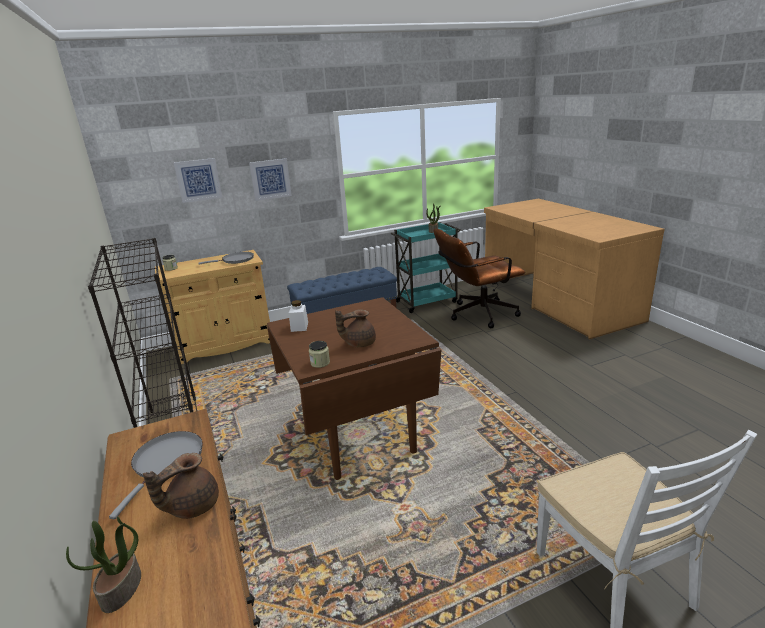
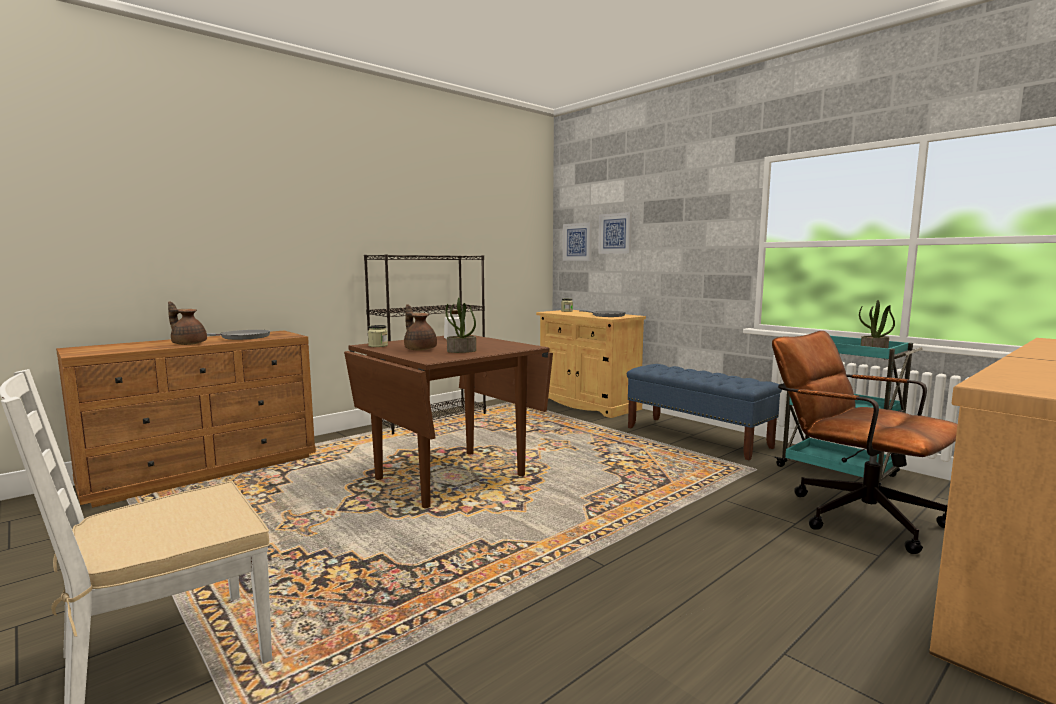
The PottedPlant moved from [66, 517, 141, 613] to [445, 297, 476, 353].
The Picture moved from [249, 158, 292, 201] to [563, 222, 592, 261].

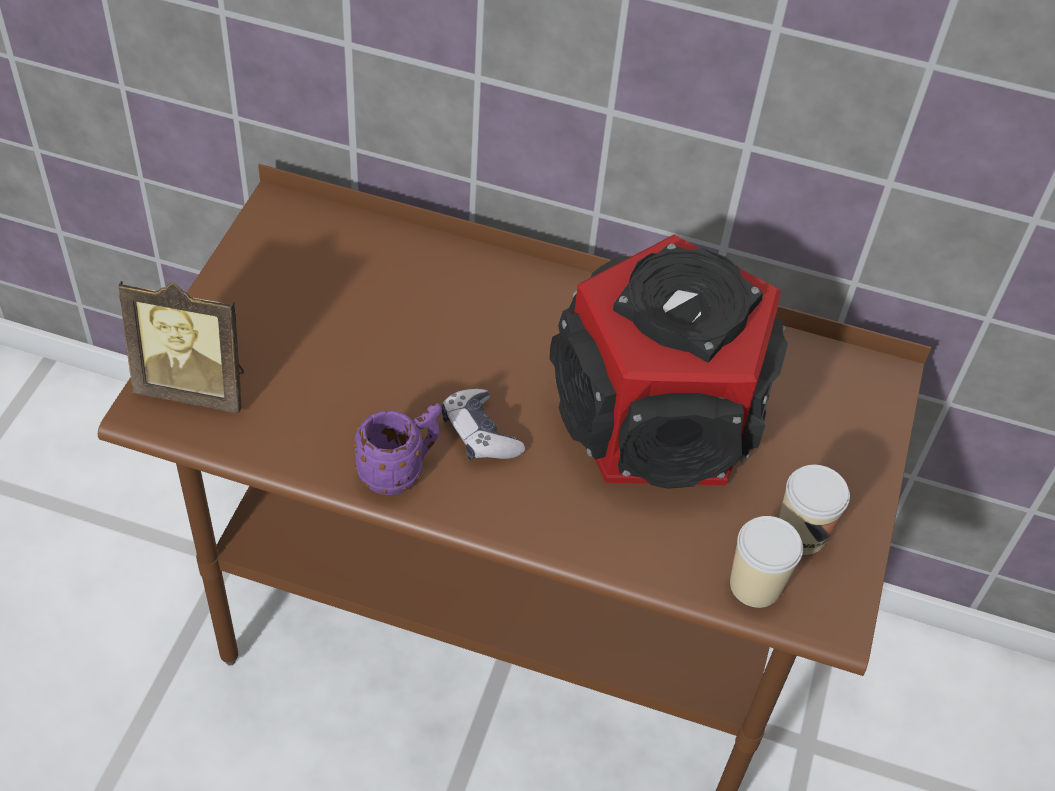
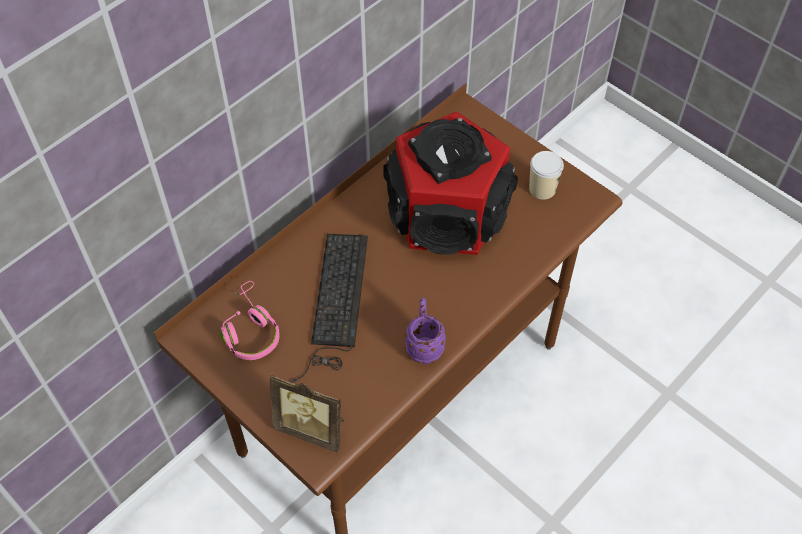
The PhotoFrame at [118, 280, 244, 413] turned 75 degrees clockwise.
The Joypad at [441, 389, 525, 460] disappeared.
The Cup at [730, 516, 803, 608] disappeared.
The PinkPairOfHeadphones at [220, 281, 280, 360] appeared.
The ComputerKeyboard at [291, 234, 368, 383] appeared.

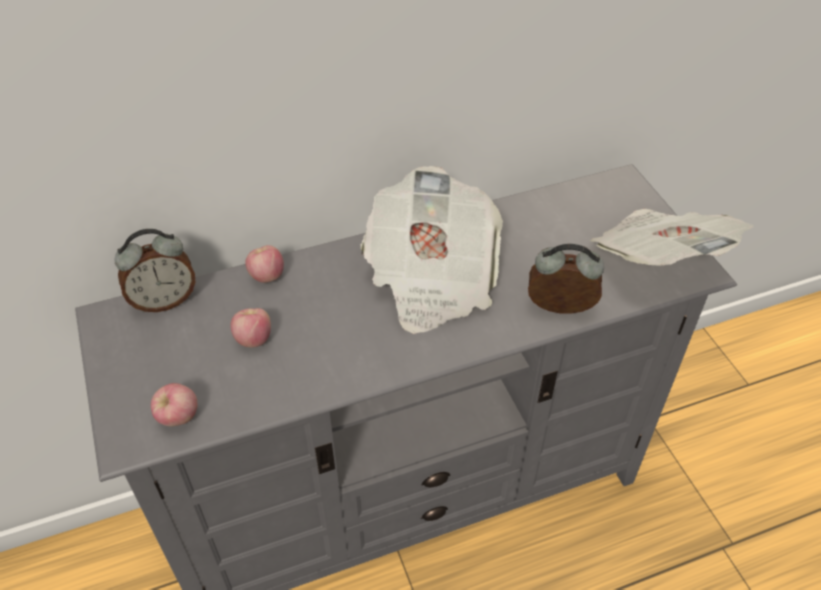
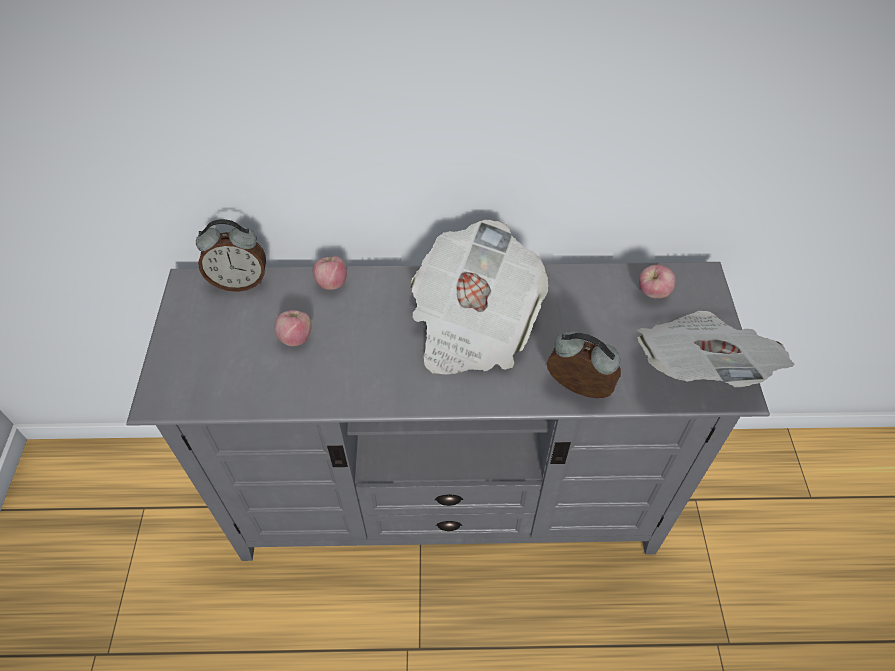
The WholeApple moved from [151, 383, 198, 426] to [639, 265, 675, 298].

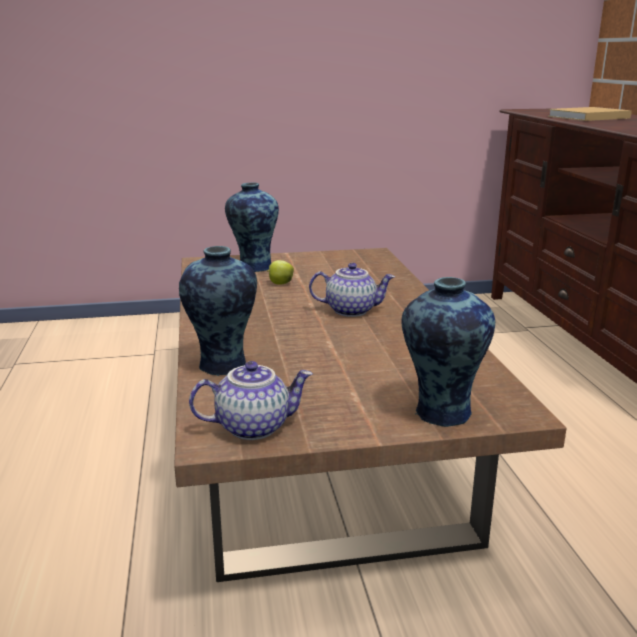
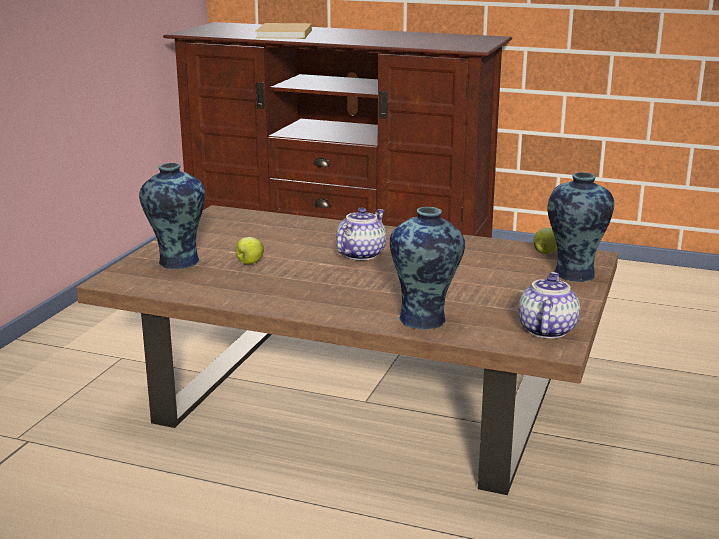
The WholeApple at [533, 228, 557, 254] appeared.

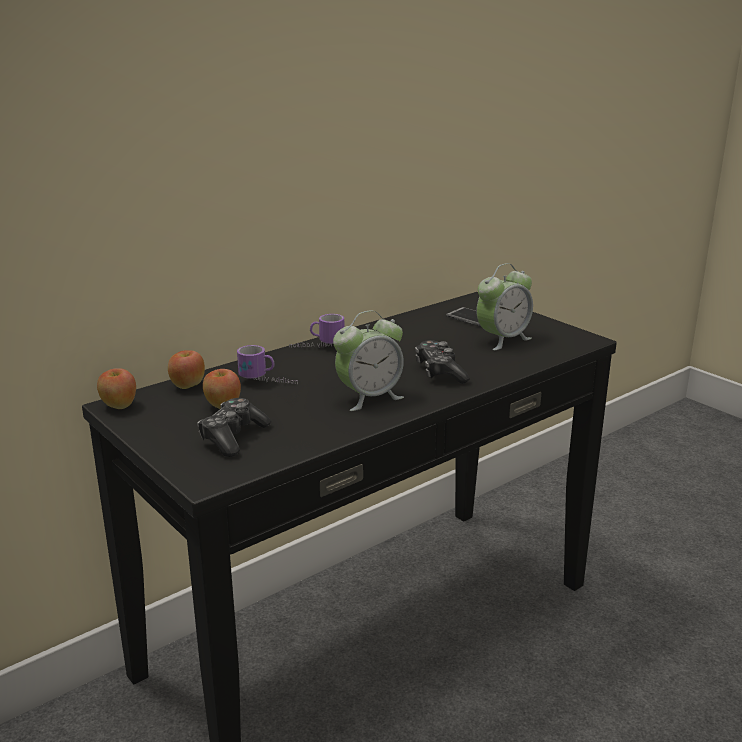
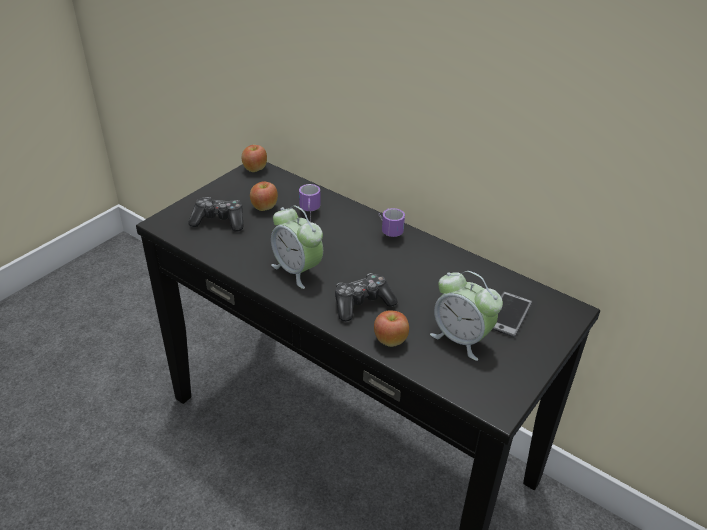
The WholeApple moved from [168, 350, 205, 389] to [374, 310, 409, 347].

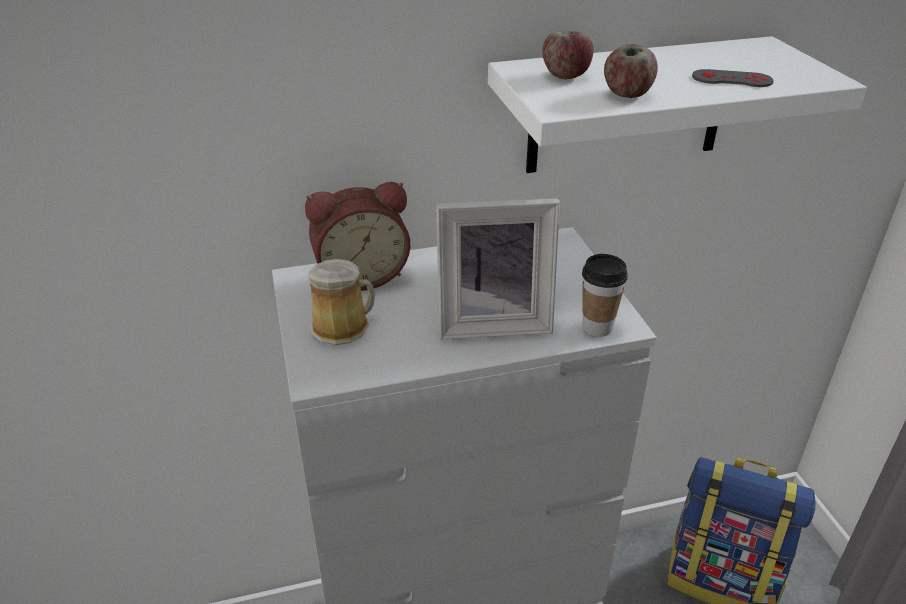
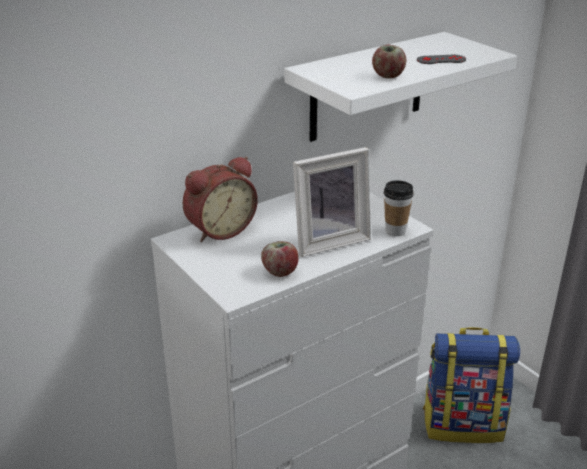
The CoffeeMug at [308, 259, 375, 345] disappeared.
The WholeApple moved from [543, 31, 593, 79] to [261, 241, 298, 277].

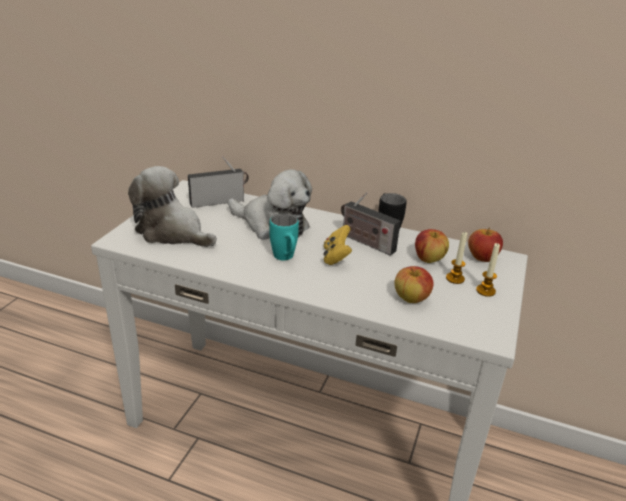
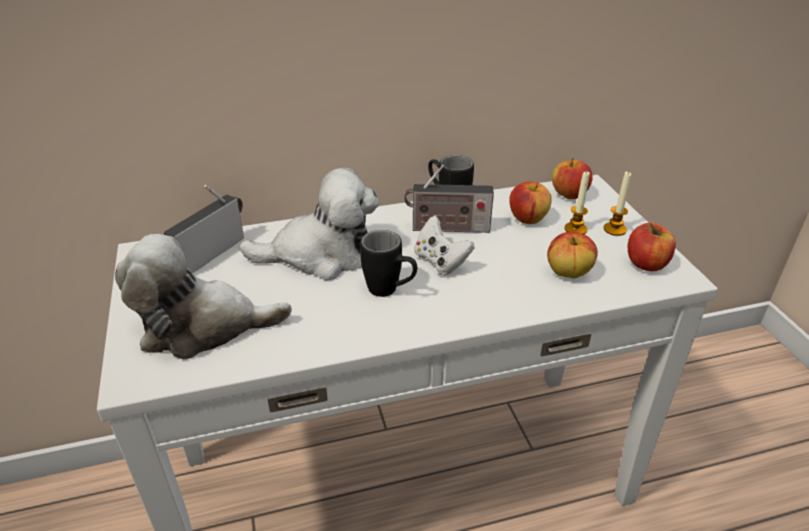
The TurquoiseCoffeeMug at [269, 213, 299, 260] became the BlackColouredCoffeeMug at [360, 230, 417, 297].
The YellowJoypad at [323, 225, 352, 265] became the WhiteJoypad at [414, 216, 474, 275].
The WholeApple at [628, 223, 676, 271] appeared.

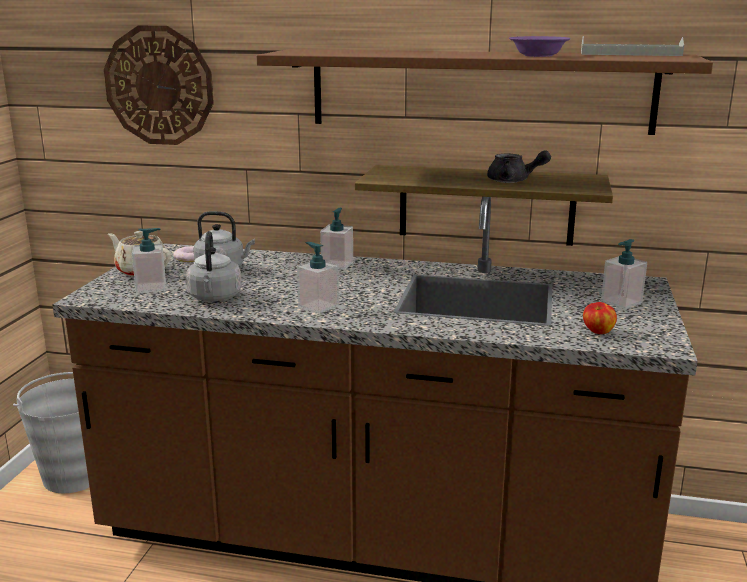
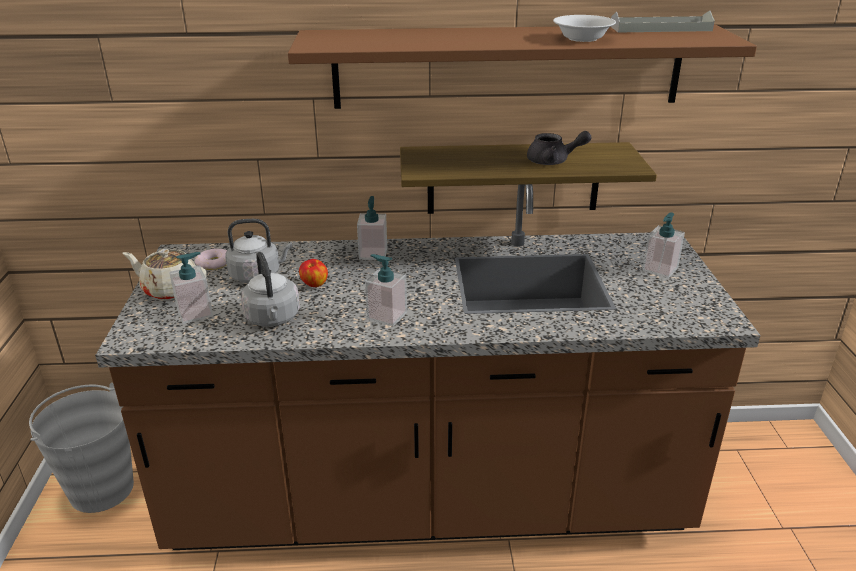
The WallClock at [104, 26, 214, 145] disappeared.
The PurplishDeepDish at [509, 36, 571, 57] became the WhiteDeepDish at [553, 15, 616, 42].
The WholeApple moved from [583, 302, 617, 334] to [299, 259, 328, 287].

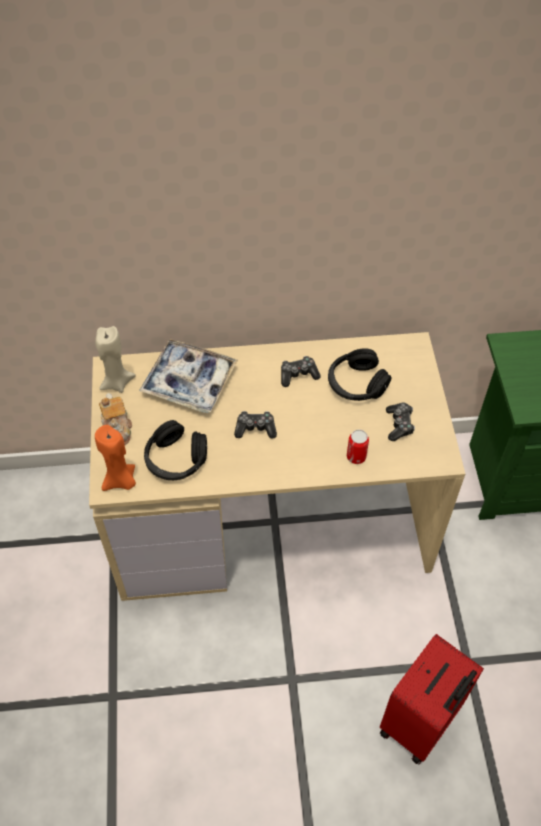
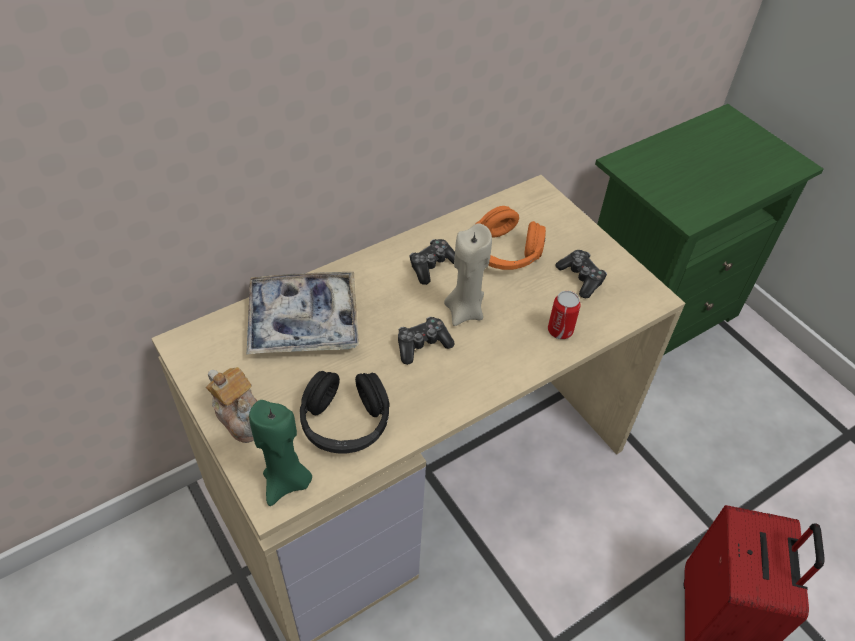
The SandColouredWaxCandle moved from [95, 326, 136, 393] to [444, 223, 492, 326].
The OrangeColouredWaxCandle at [95, 425, 136, 491] became the GreenishWaxCandle at [249, 400, 312, 506].
The BlackColouredPairOfHeadphones at [328, 348, 392, 401] became the OrangeColouredPairOfHeadphones at [476, 206, 546, 270].

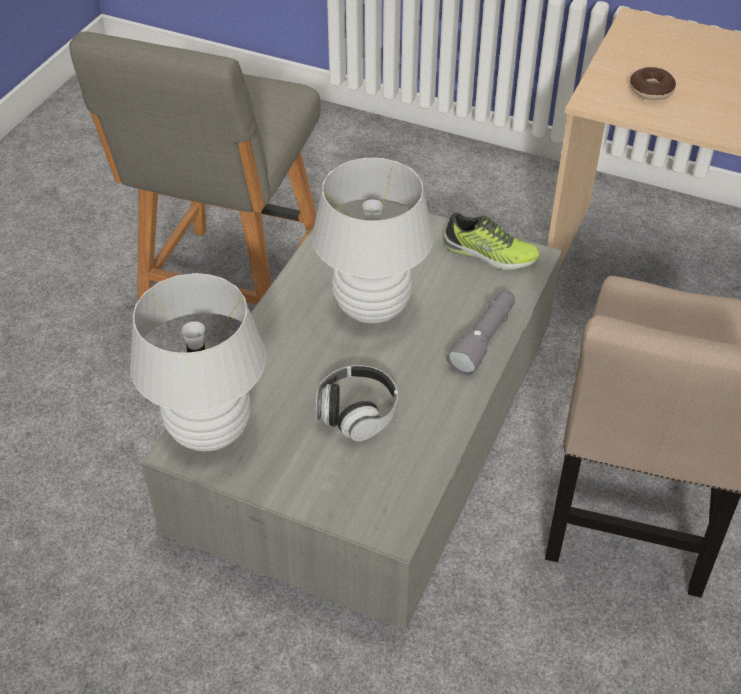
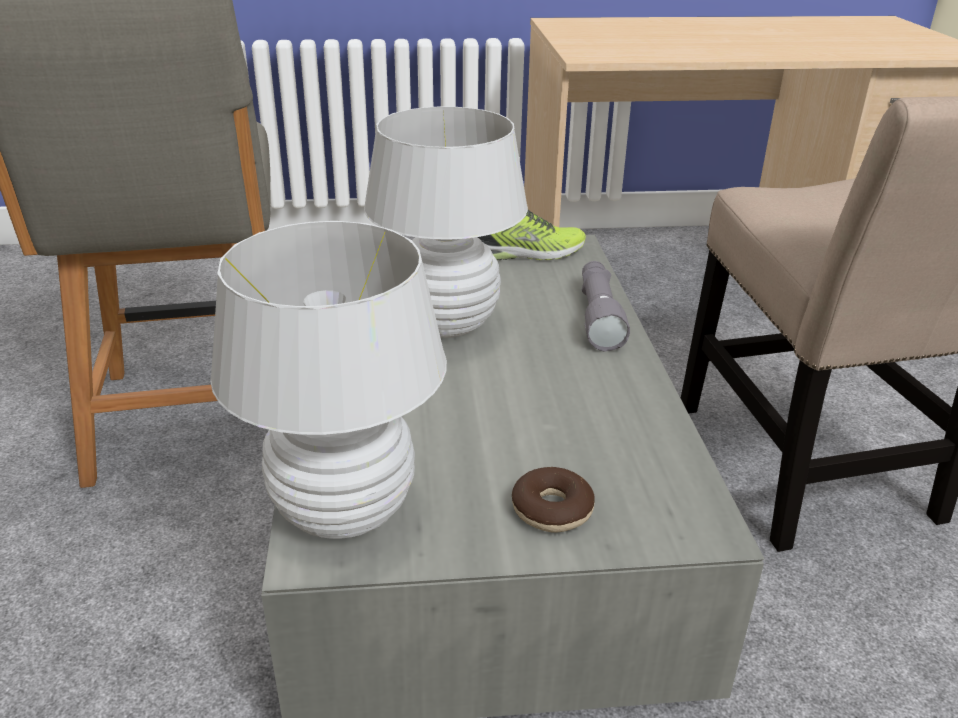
The PairOfHeadphones at [316, 365, 398, 441] disappeared.
The Donut moved from [630, 67, 676, 100] to [512, 467, 595, 533].

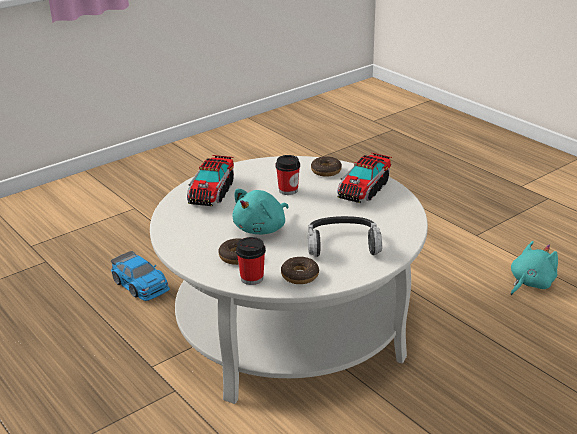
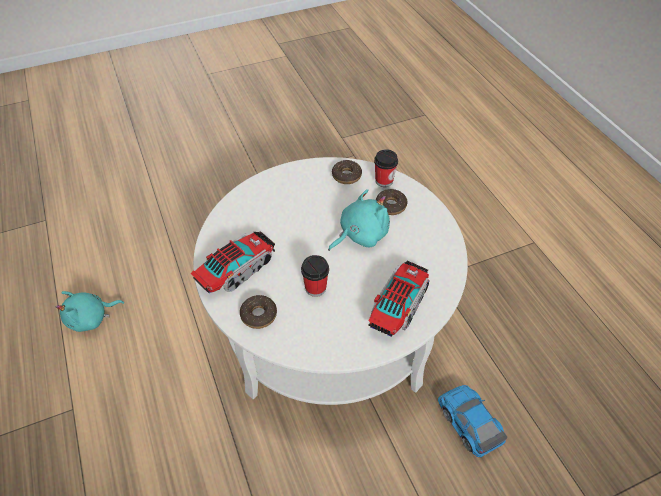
The PairOfHeadphones at [308, 216, 382, 257] disappeared.

